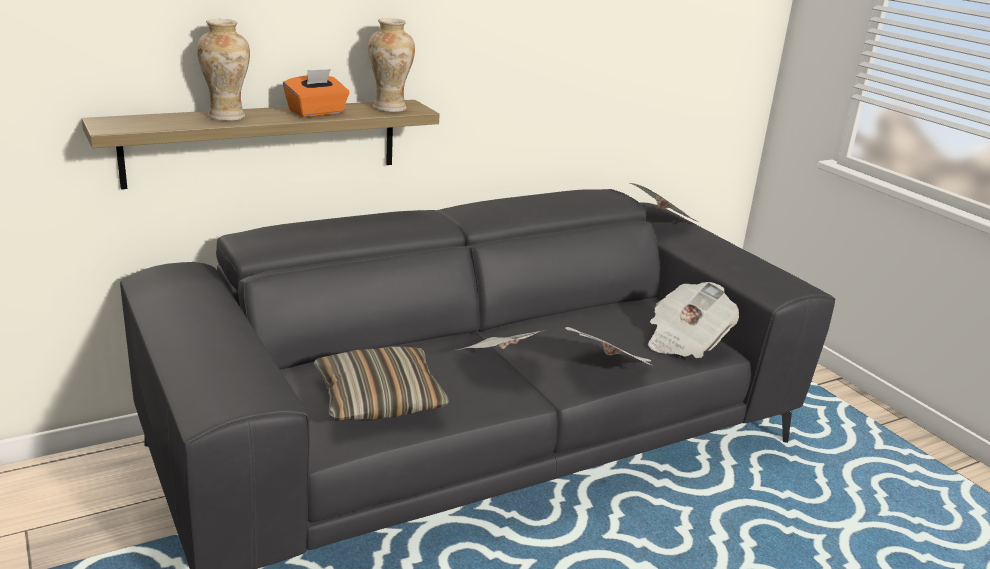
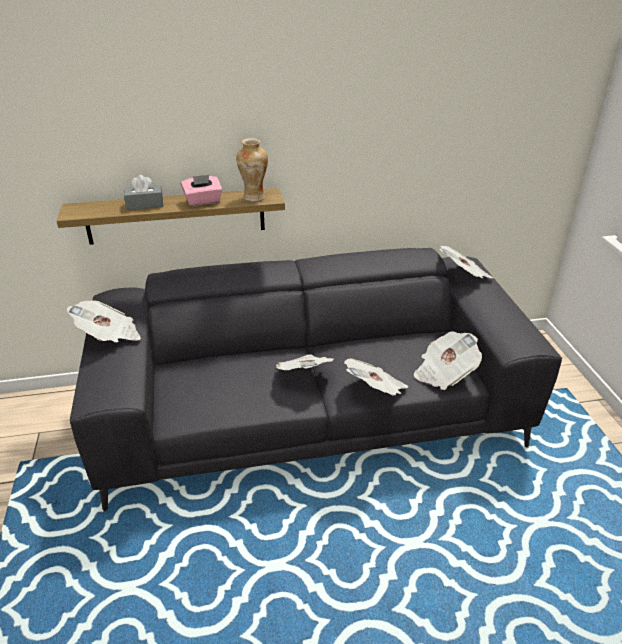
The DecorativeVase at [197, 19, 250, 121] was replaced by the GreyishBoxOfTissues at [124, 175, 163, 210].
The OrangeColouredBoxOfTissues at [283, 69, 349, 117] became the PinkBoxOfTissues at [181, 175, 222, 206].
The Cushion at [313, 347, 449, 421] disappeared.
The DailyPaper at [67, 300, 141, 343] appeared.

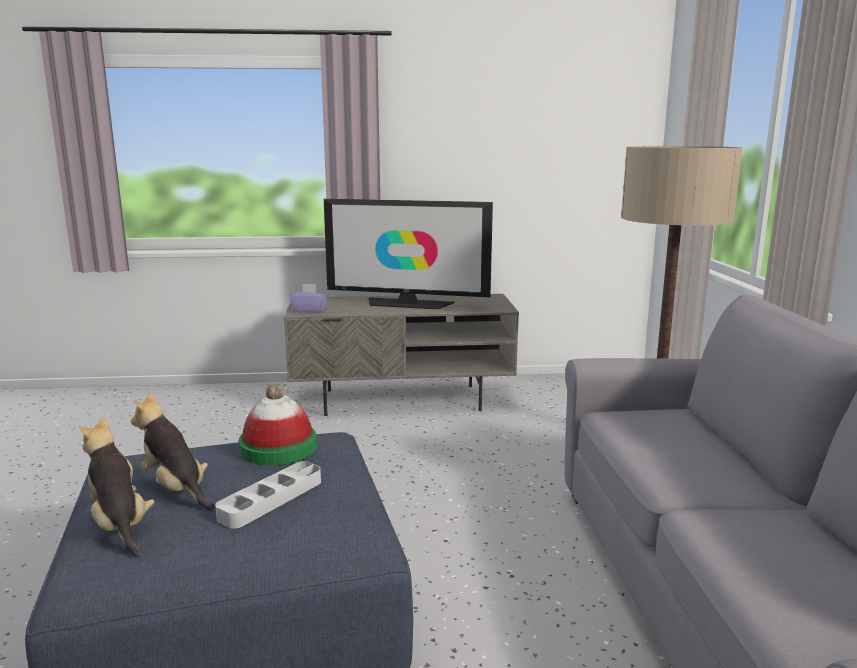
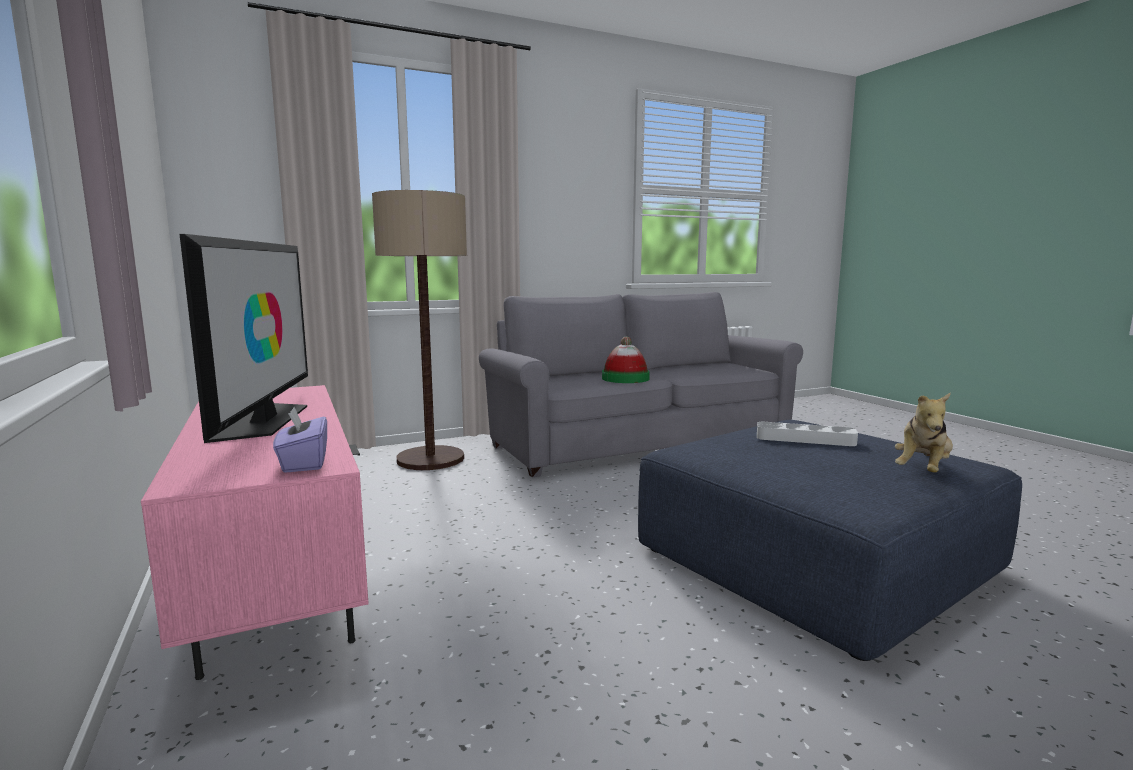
The CuddlyToy at [131, 393, 214, 511] disappeared.
The ClothingHat moved from [239, 384, 317, 465] to [602, 337, 650, 383].
The GreyishTvStand at [284, 294, 519, 416] became the PinkTvStand at [141, 385, 369, 680].

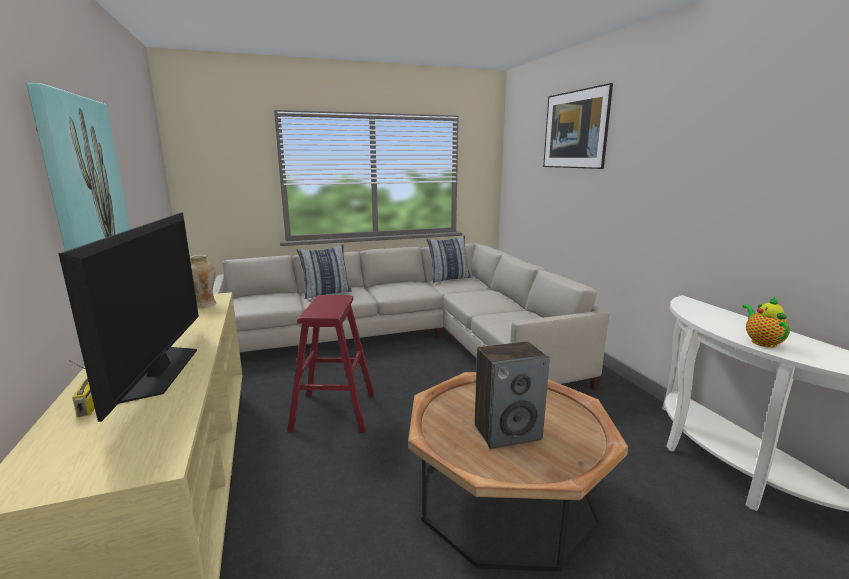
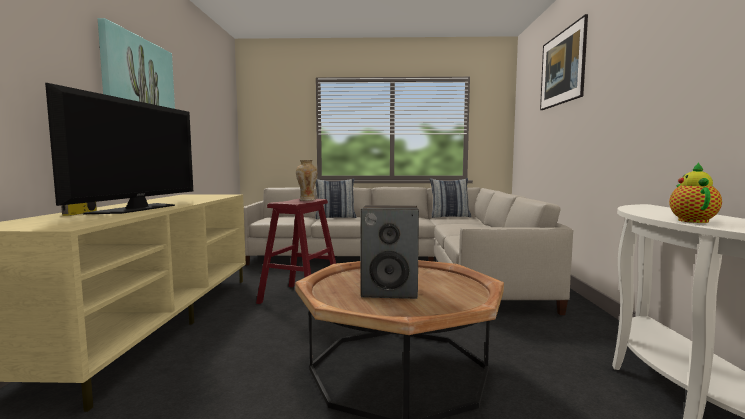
The DecorativeVase moved from [190, 255, 216, 308] to [296, 160, 317, 201].

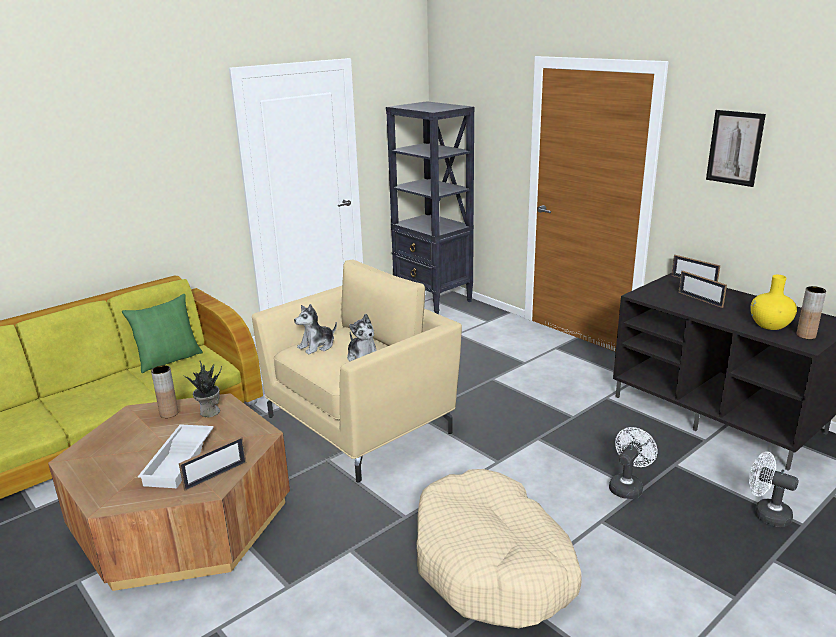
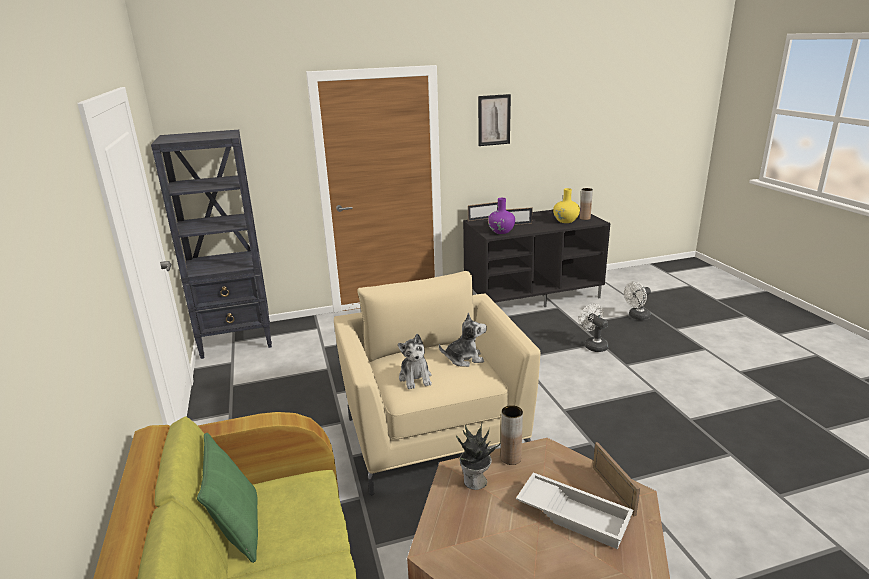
The BrownColouredDecorativeVase moved from [151, 365, 178, 418] to [501, 405, 523, 465].
The SandColouredDogCushion at [417, 469, 582, 628] disappeared.
The PurplishDecorativeVase at [488, 198, 515, 234] appeared.

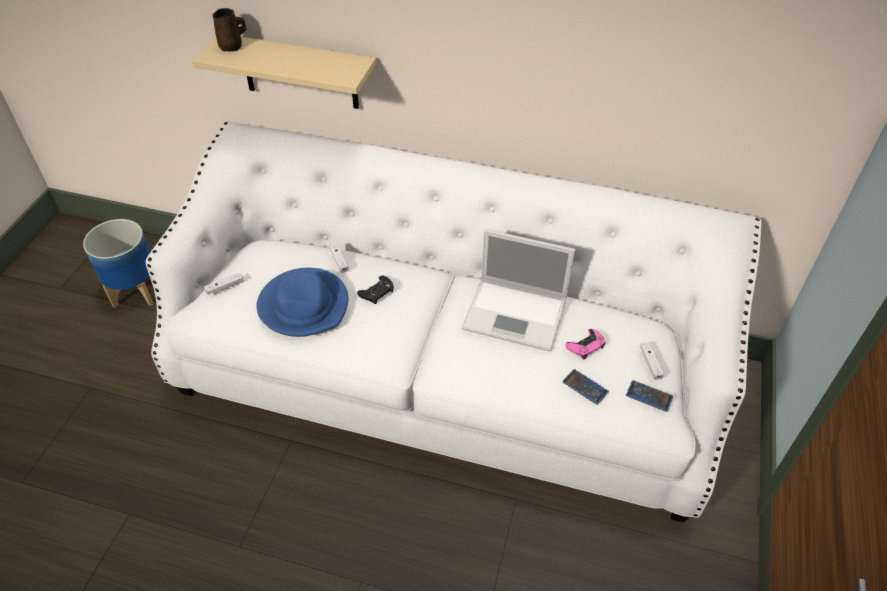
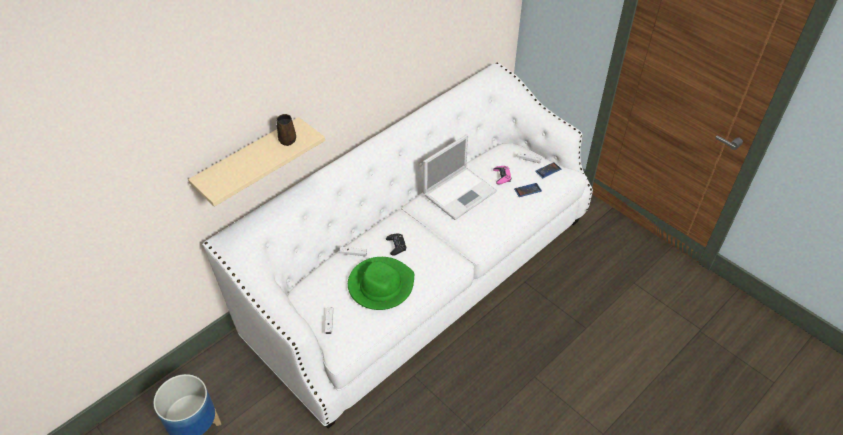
The BrownColouredCoffeeMug moved from [213, 8, 246, 52] to [276, 114, 296, 146].
The BluishClothingHat at [256, 268, 348, 337] became the GreenishClothingHat at [348, 257, 414, 310].

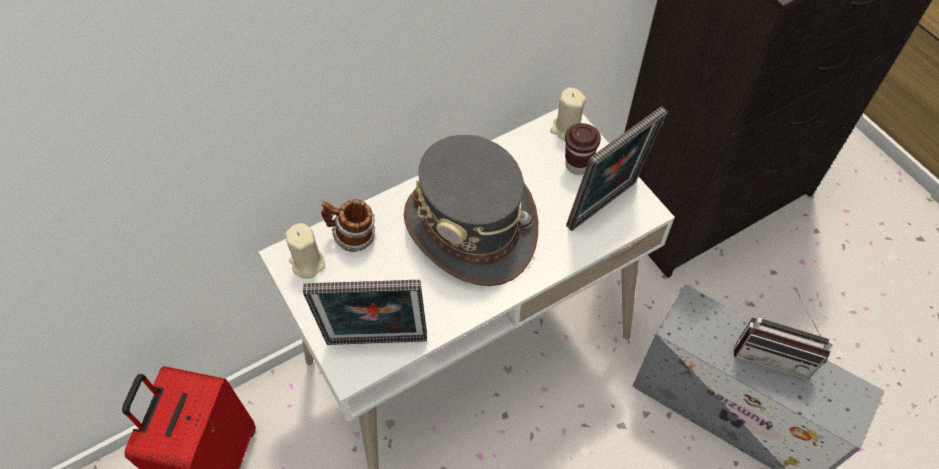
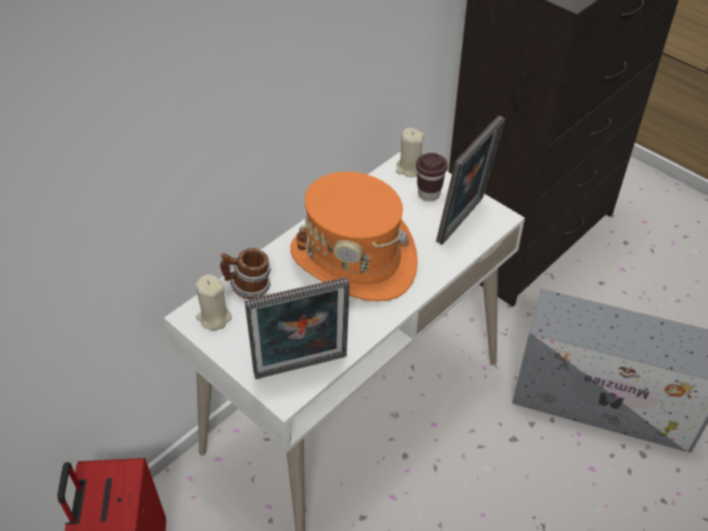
The GreyishClothingHat at [404, 135, 538, 286] became the OrangeColouredClothingHat at [290, 172, 418, 301].
The RadioReceiver at [733, 292, 833, 380] disappeared.

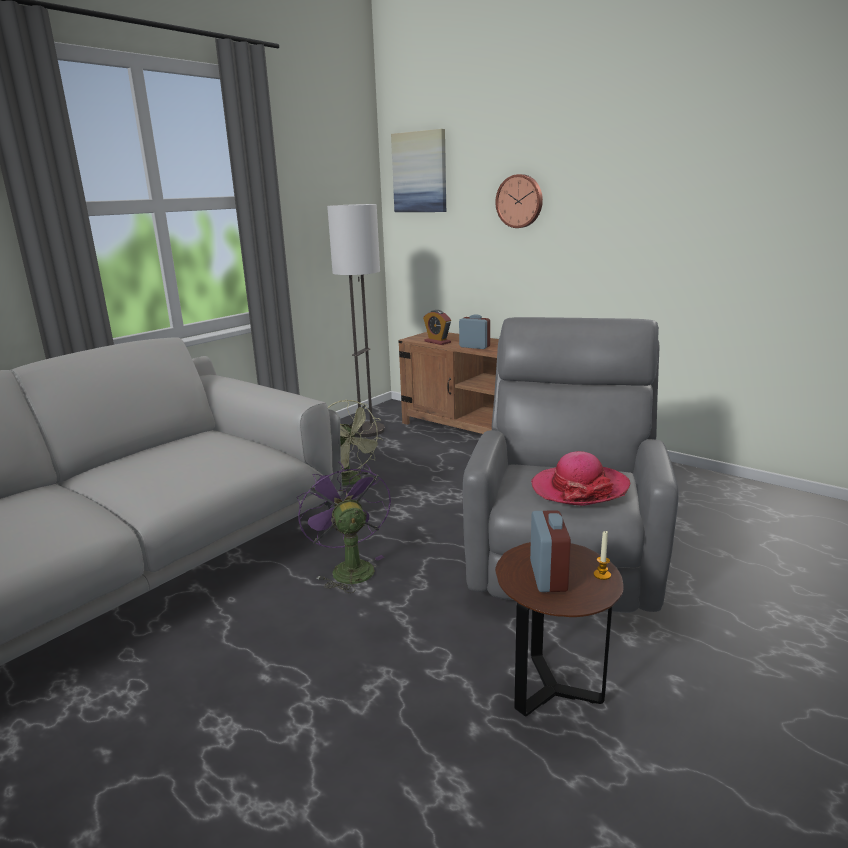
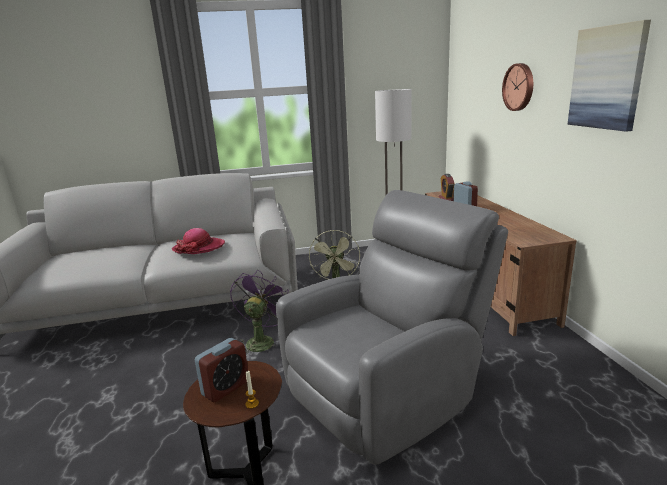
The Picture moved from [391, 129, 446, 212] to [567, 20, 651, 132].
The ClothingHat moved from [531, 451, 630, 506] to [172, 228, 225, 254].

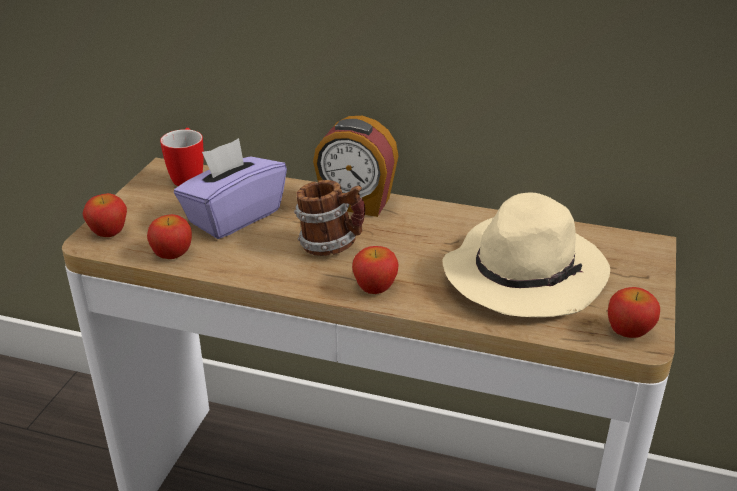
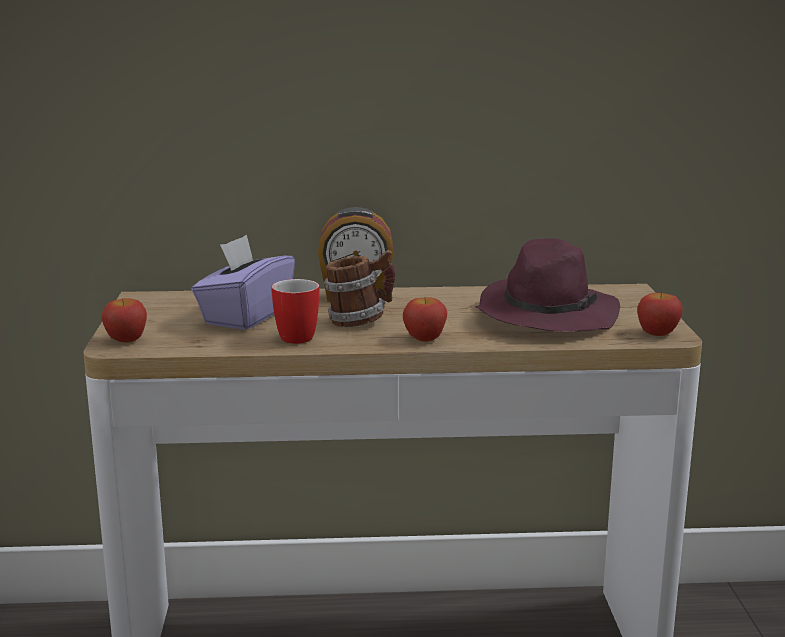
The WholeApple at [147, 214, 192, 259] disappeared.
The CoffeeMug moved from [160, 128, 204, 186] to [271, 279, 319, 344].
The SandColouredClothingHat at [442, 193, 610, 317] became the PurplishClothingHat at [475, 238, 620, 332].

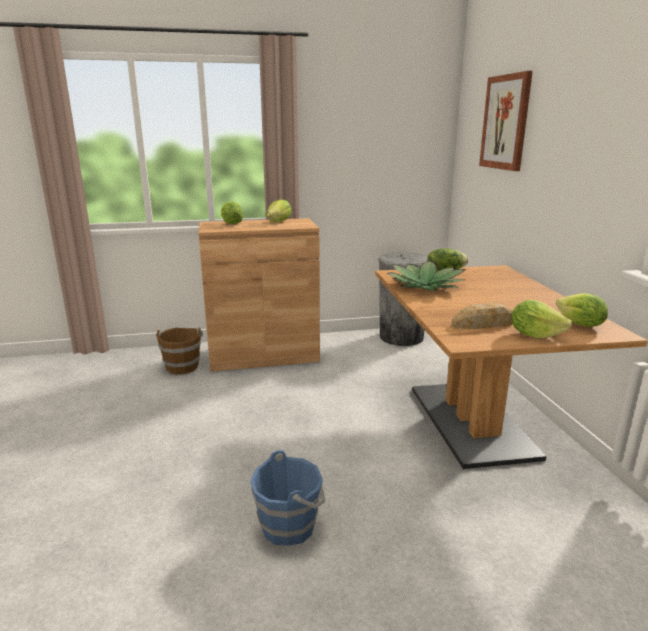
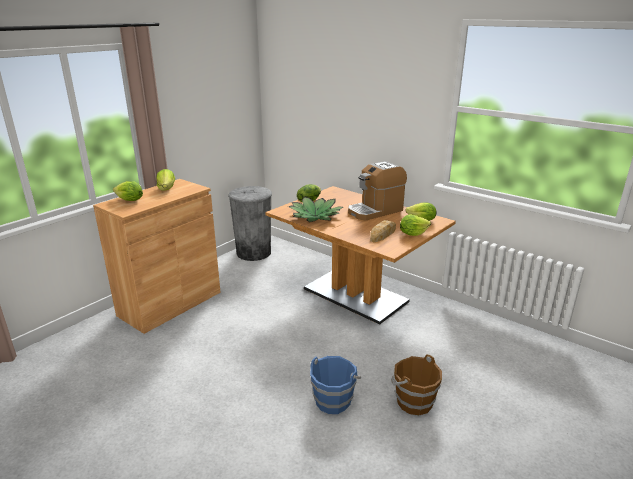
The BrownColouredPail moved from [155, 327, 203, 374] to [391, 354, 442, 415].
The Picture at [479, 71, 533, 171] disappeared.
The CoffeeMachine at [348, 161, 407, 221] appeared.

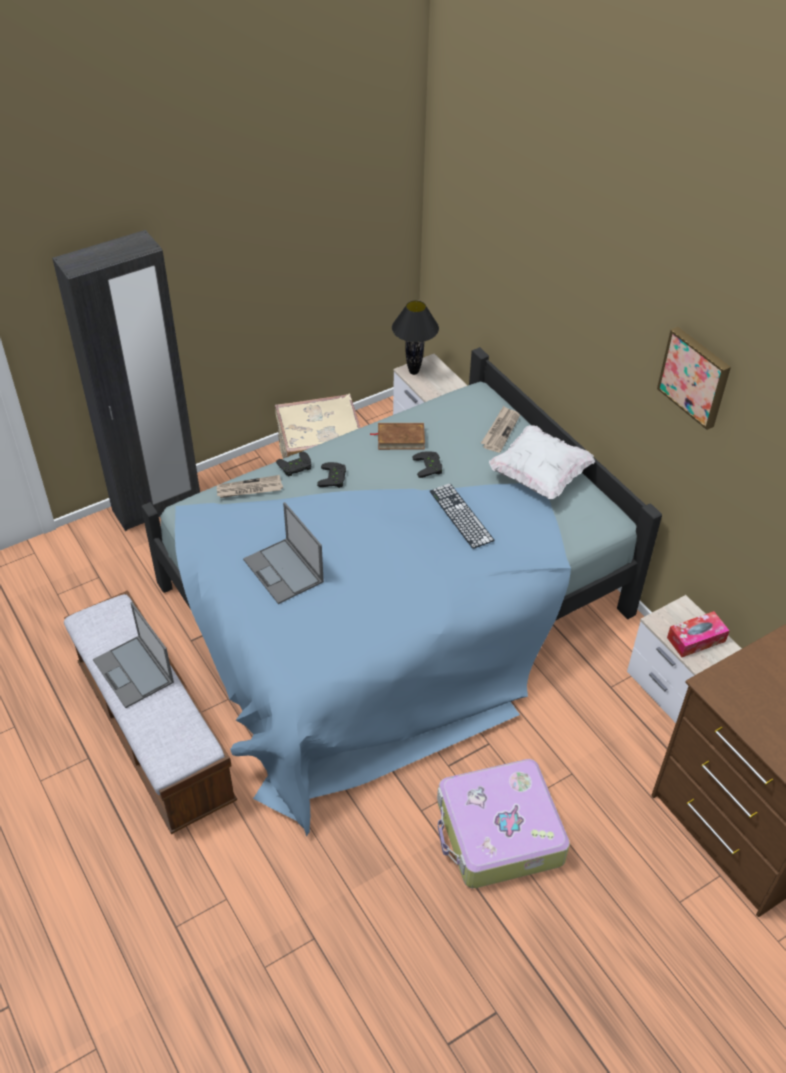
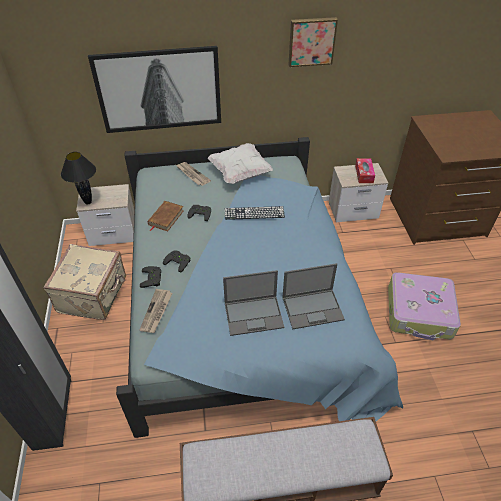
The NotebookComputer moved from [93, 602, 174, 708] to [282, 263, 345, 329].
The Picture at [88, 46, 221, 133] appeared.

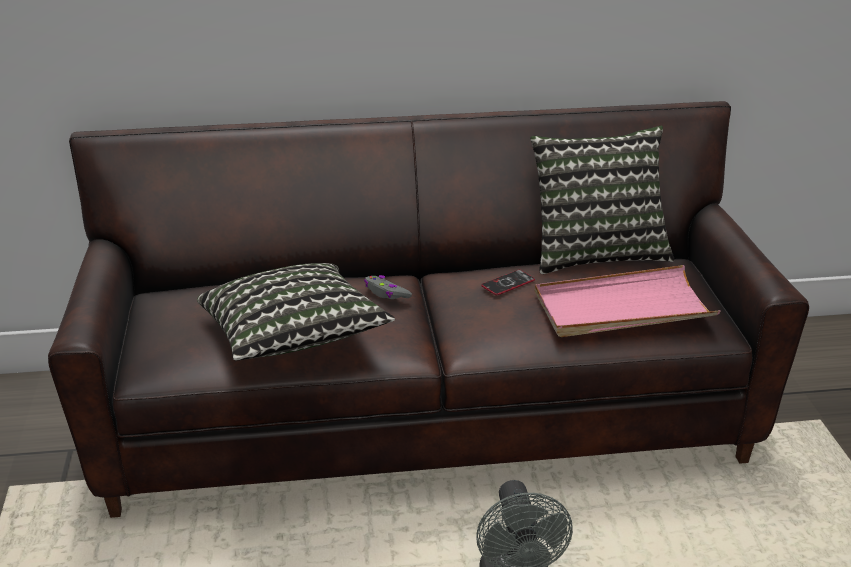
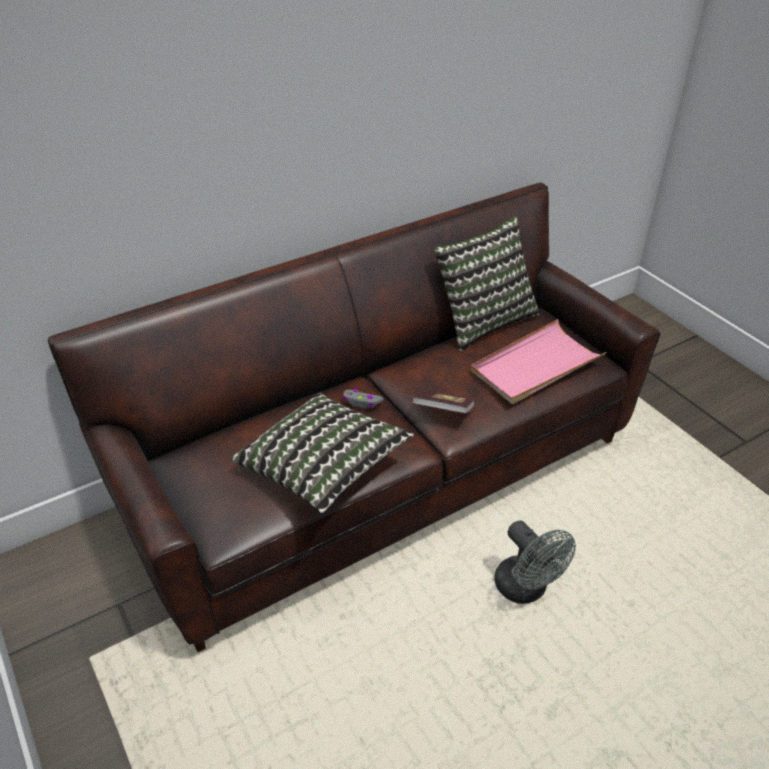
The Telephone at [481, 270, 535, 295] disappeared.
The Volume at [412, 391, 475, 414] appeared.

